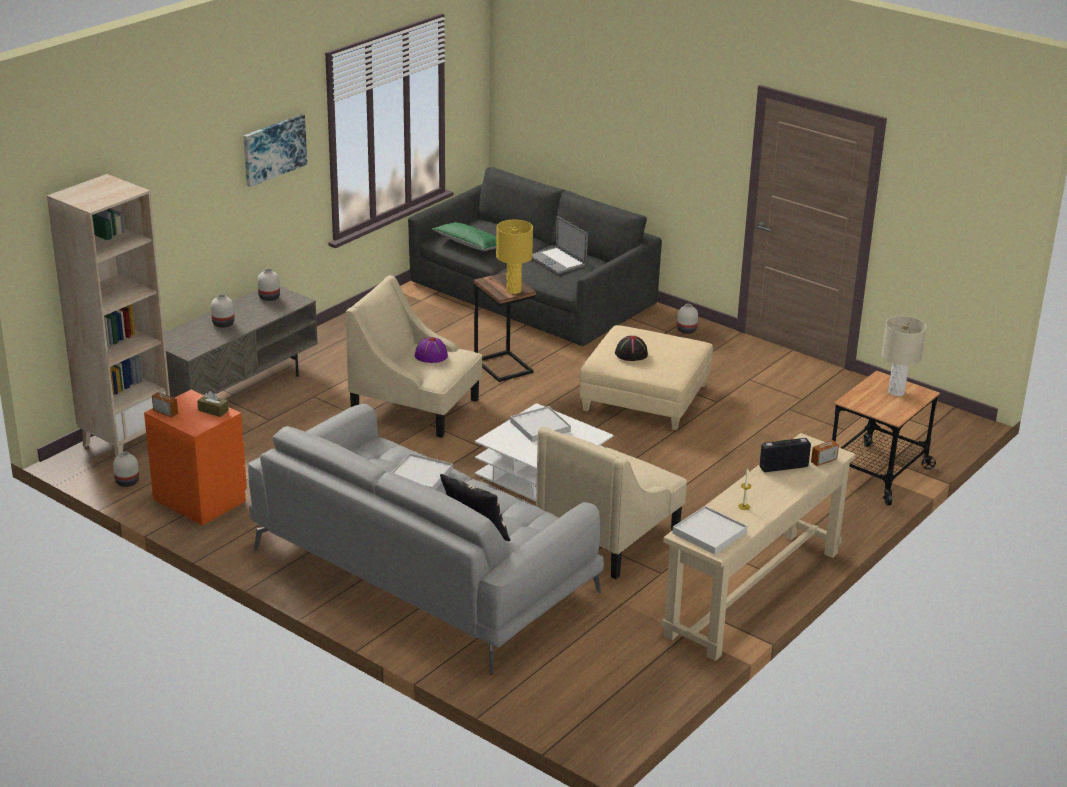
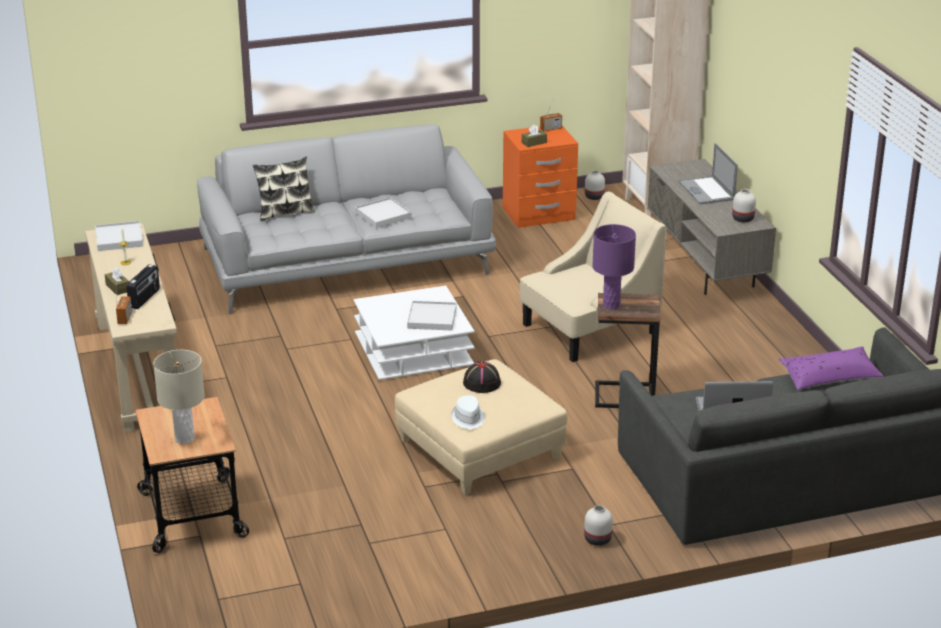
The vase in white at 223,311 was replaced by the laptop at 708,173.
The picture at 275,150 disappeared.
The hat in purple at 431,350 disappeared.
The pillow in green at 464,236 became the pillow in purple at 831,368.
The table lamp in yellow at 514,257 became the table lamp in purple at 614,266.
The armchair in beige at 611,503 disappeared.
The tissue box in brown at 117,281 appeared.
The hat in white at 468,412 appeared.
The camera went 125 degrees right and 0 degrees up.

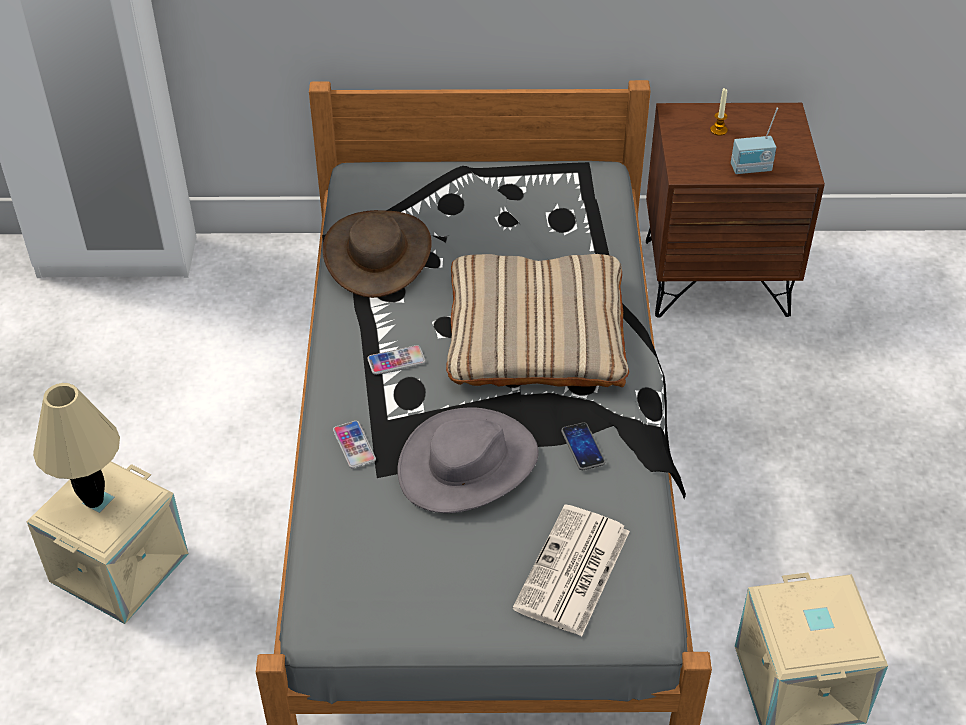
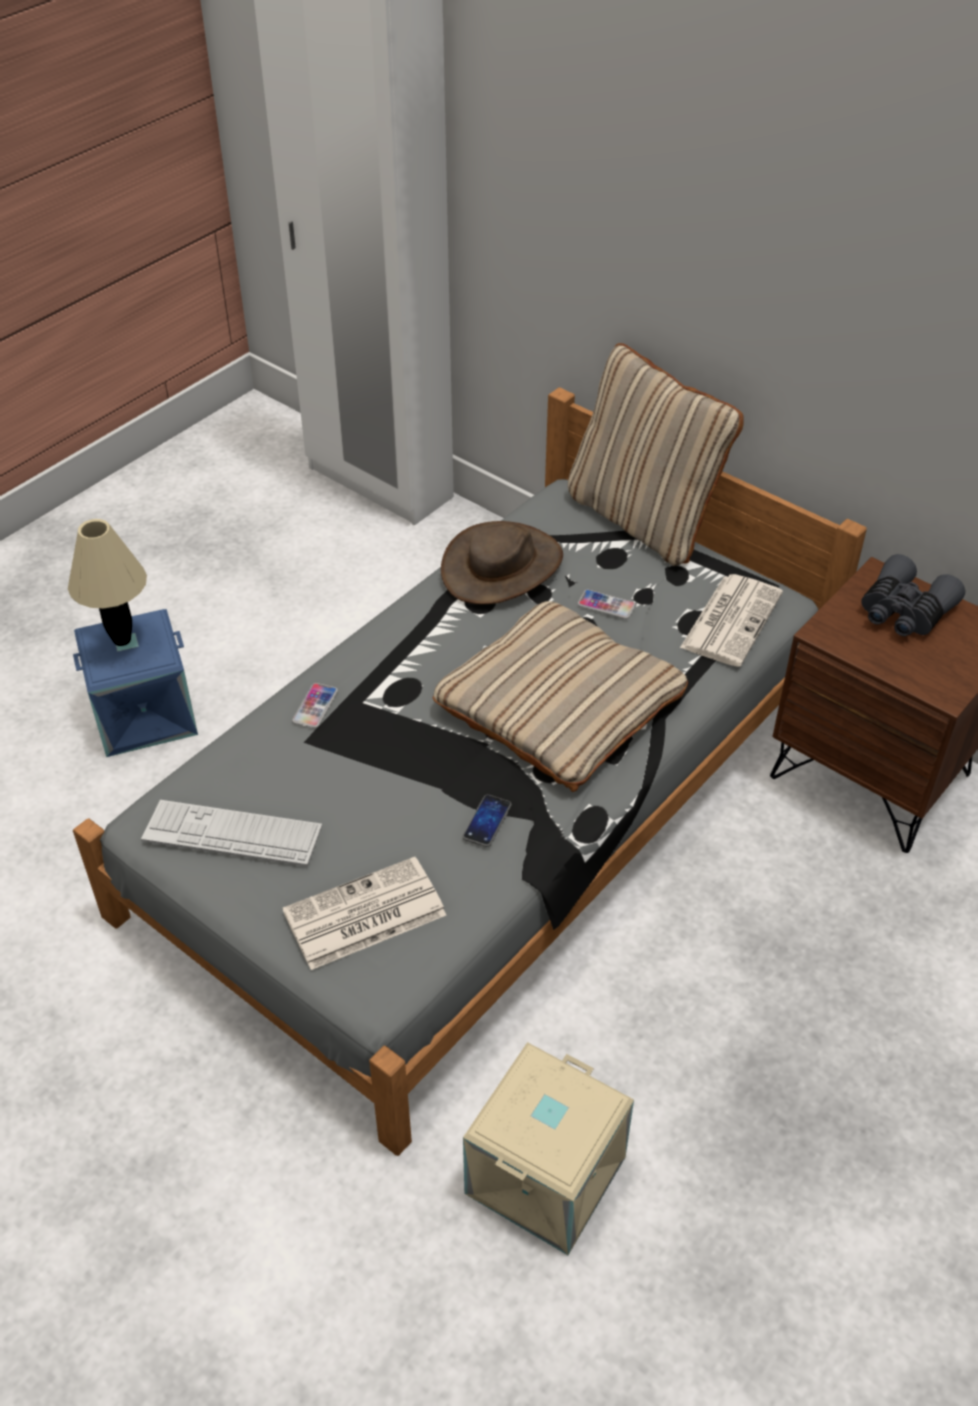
The storage box in beige at 108,543 became the storage box in blue at 135,683.
The phone moved from 396,360 to 606,604.
The hat in grey at 468,460 disappeared.
The candle at 719,112 was replaced by the binoculars in grey at 913,595.
The radio at 754,141 disappeared.
The keyboard at 231,833 appeared.
The pillow in beige at 656,454 appeared.
The newspaper at 731,620 appeared.
The camera went 40 degrees right and 0 degrees up.

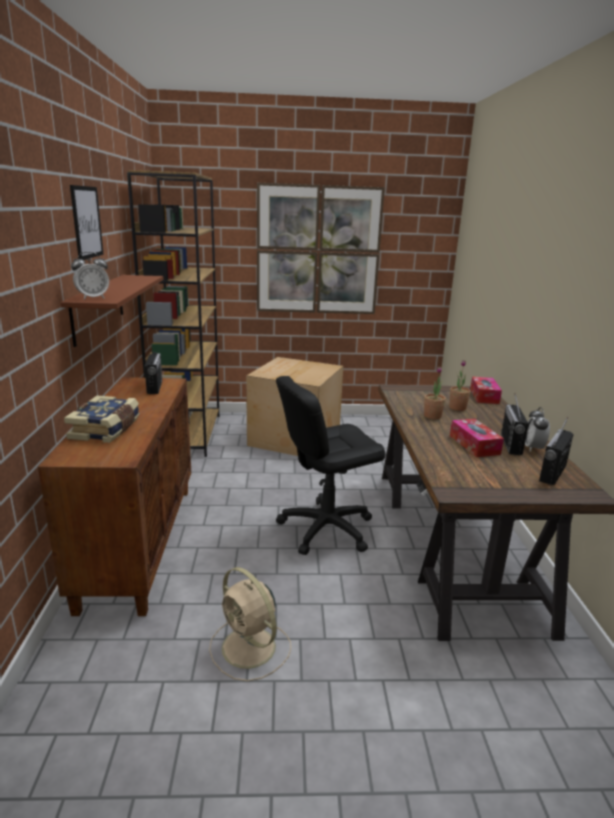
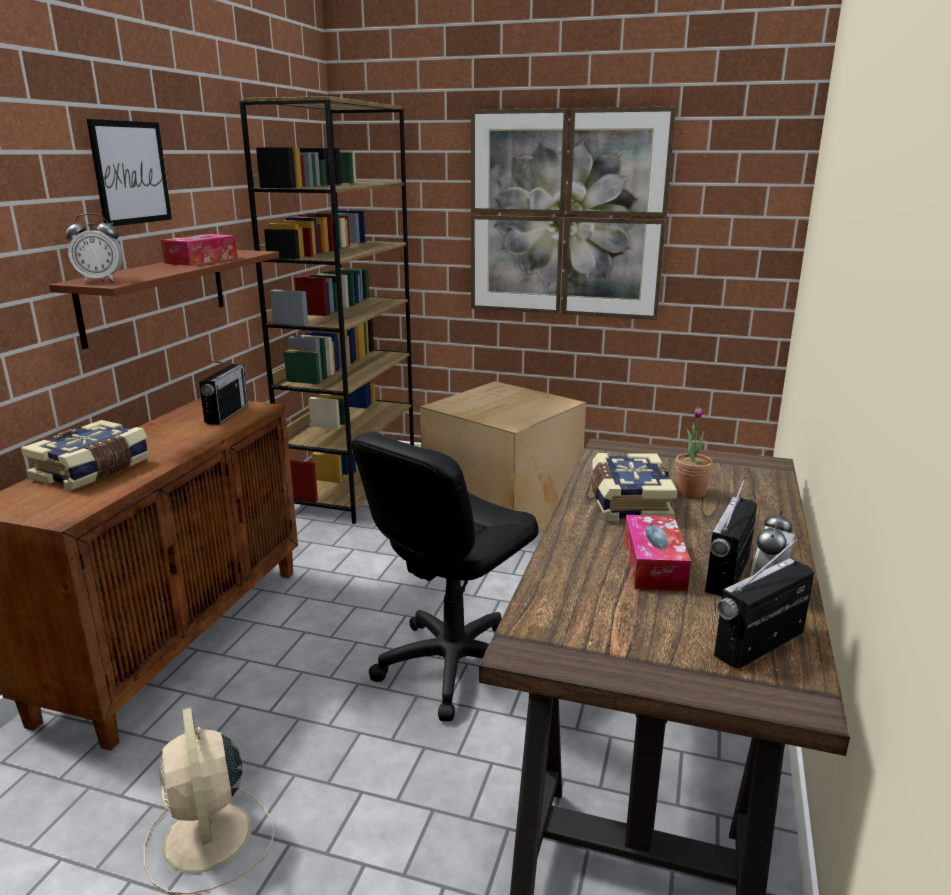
The office chair in black at 330,465 turned 45 degrees counterclockwise.
The potted plant at 435,393 was replaced by the book at 634,487.
The tissue box moved from 486,390 to 199,250.
The camera went 20 degrees right and 0 degrees up.

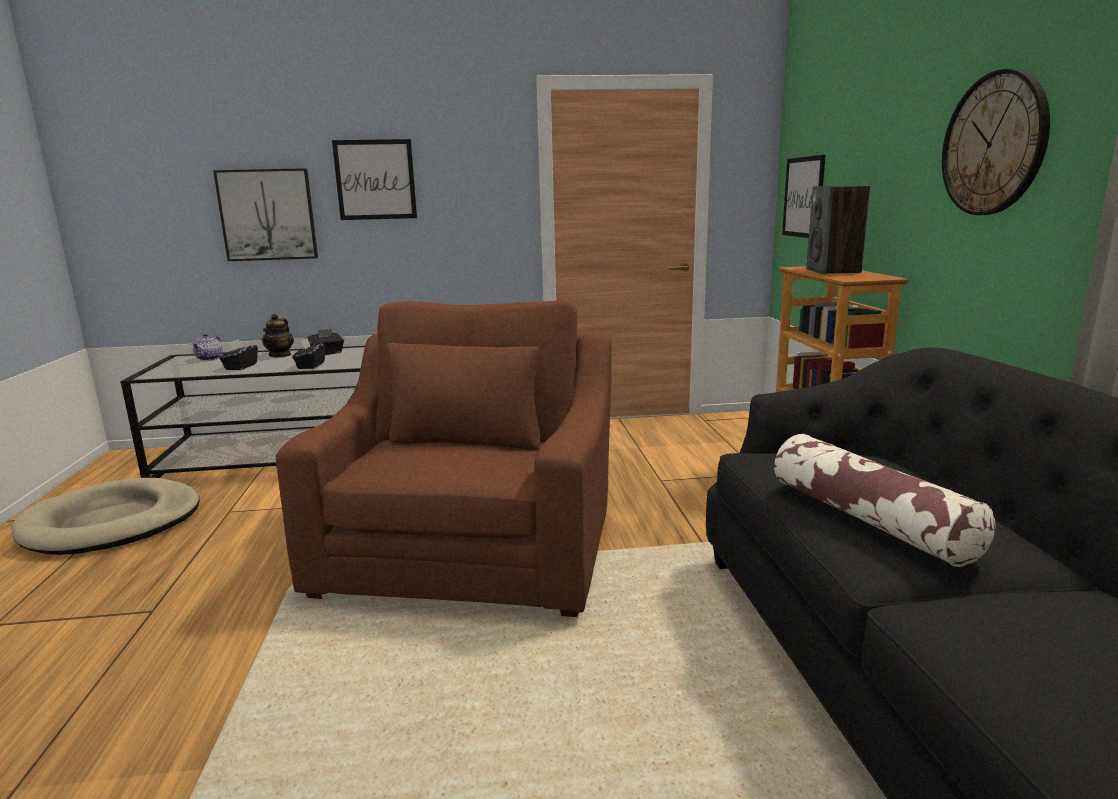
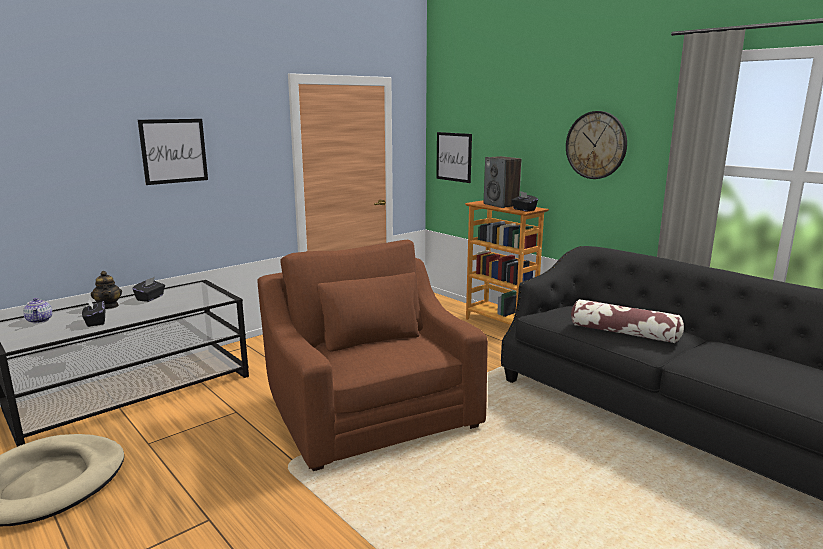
The picture at 265,214 disappeared.
The tissue box in black moved from 308,353 to 525,201.
The camera went 35 degrees left and 0 degrees up.

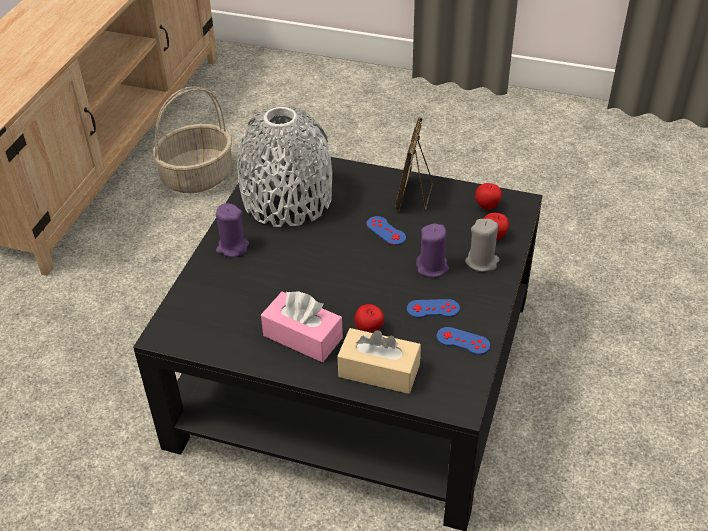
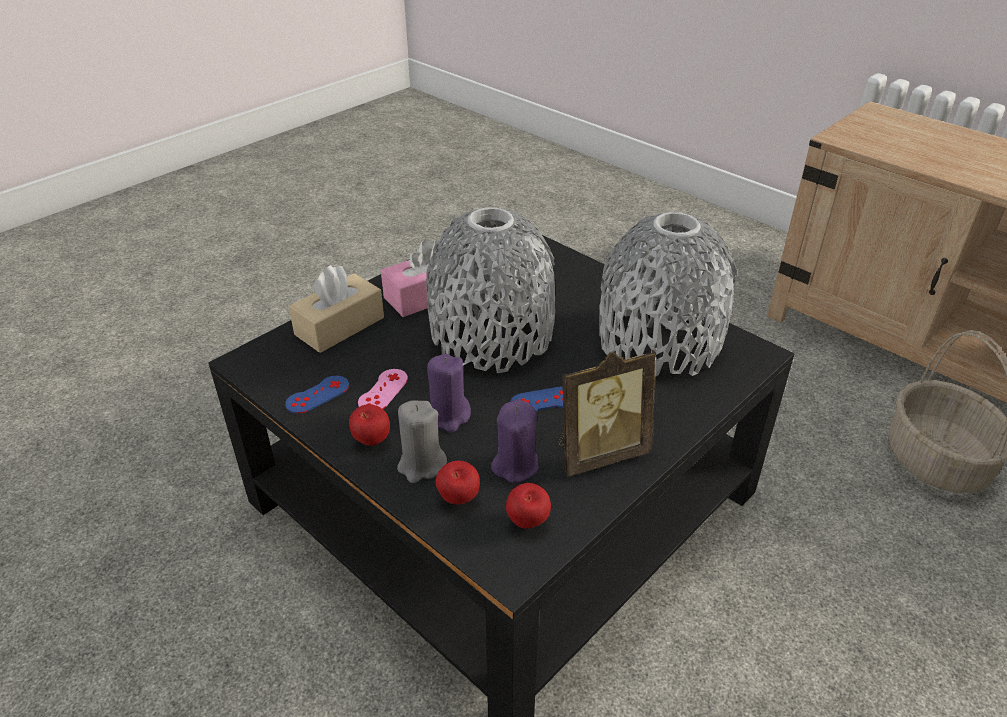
The candle in purple moved from 232,230 to 515,441.
The apple moved from 370,318 to 369,425.
The picture frame at 414,164 turned 120 degrees clockwise.
The game controller in blue at 433,308 became the game controller in pink at 383,389.
The vase in grey at 490,290 appeared.
The camera went 115 degrees right and 5 degrees down.

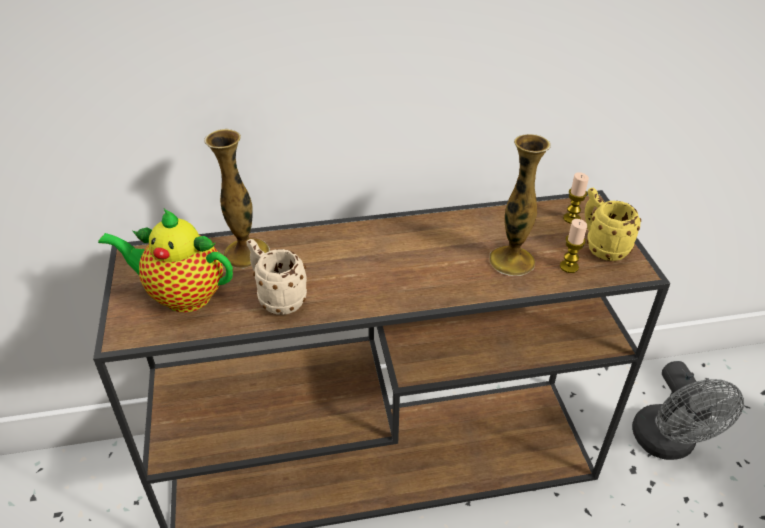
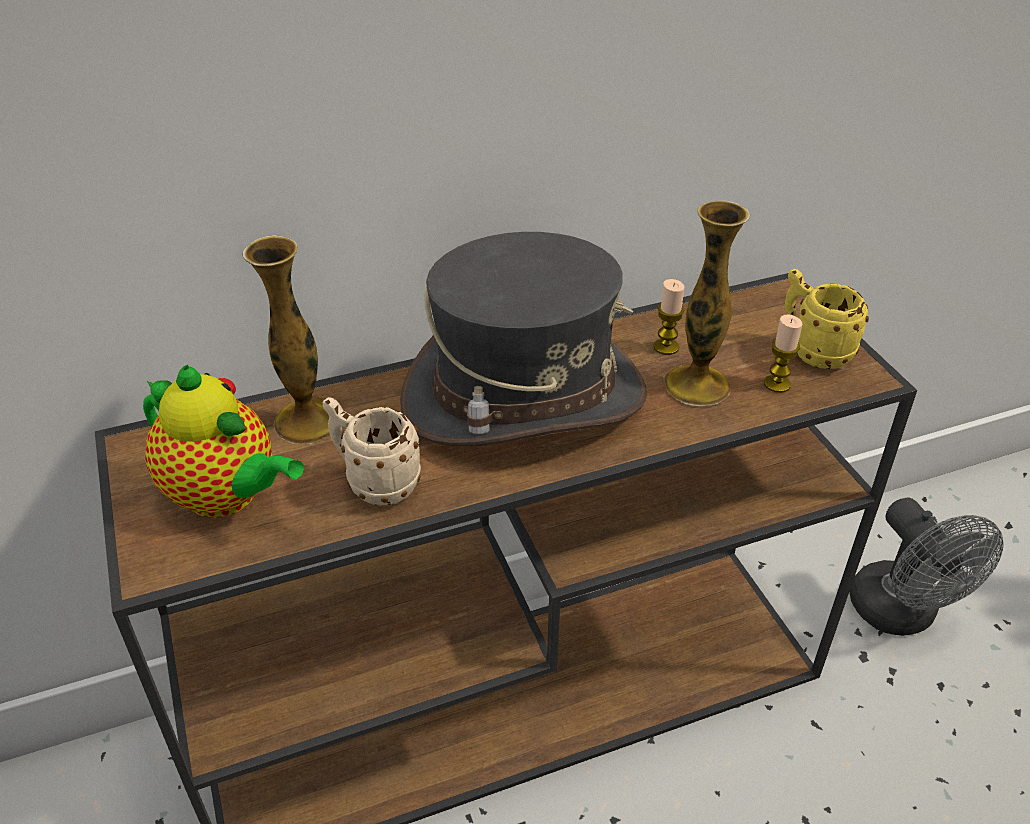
The teapot at 165,260 turned 150 degrees counterclockwise.
The candle moved from 576,198 to 669,317.
The hat in grey at 523,339 appeared.
The camera went 10 degrees left and 0 degrees up.

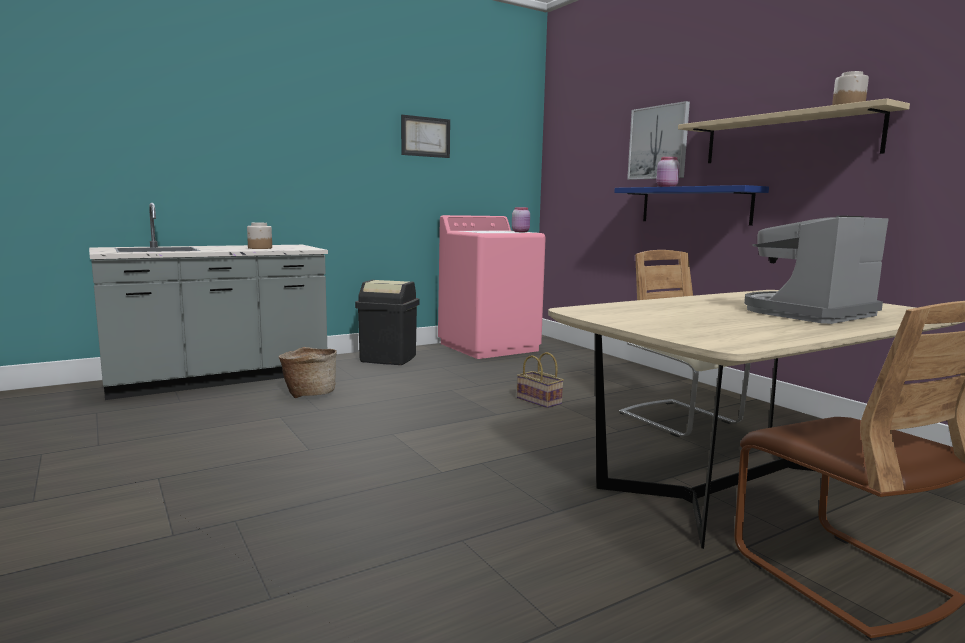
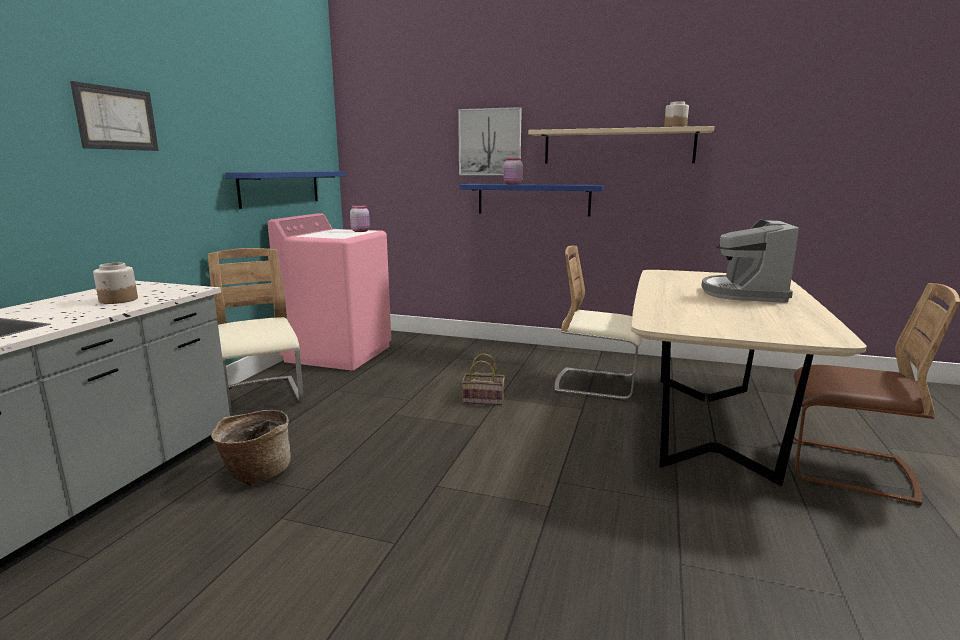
The trash can in black at 387,322 was replaced by the chair in beige at 256,330.
The picture moved from 425,136 to 114,116.
The shelf in blue at 285,190 appeared.
The camera went 40 degrees left and 5 degrees up.

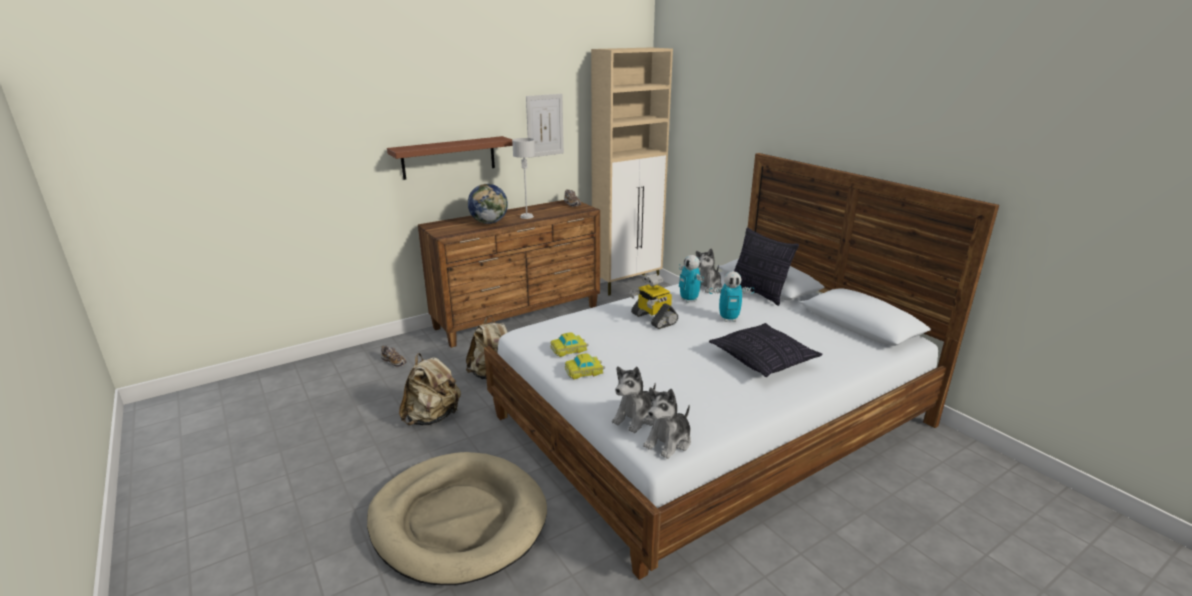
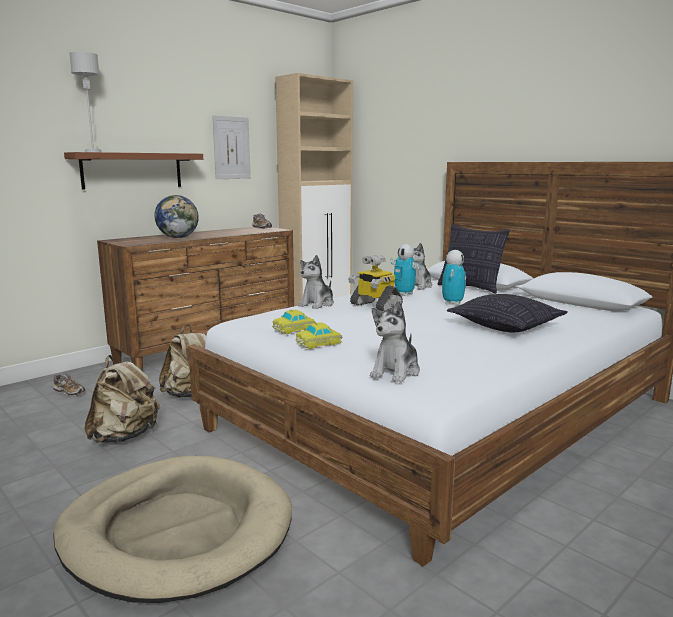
The table lamp in grey moved from 523,178 to 85,102.
The plush toy moved from 667,423 to 316,282.
The toy robot at 731,296 turned 60 degrees counterclockwise.
The camera went 10 degrees left and 10 degrees down.

